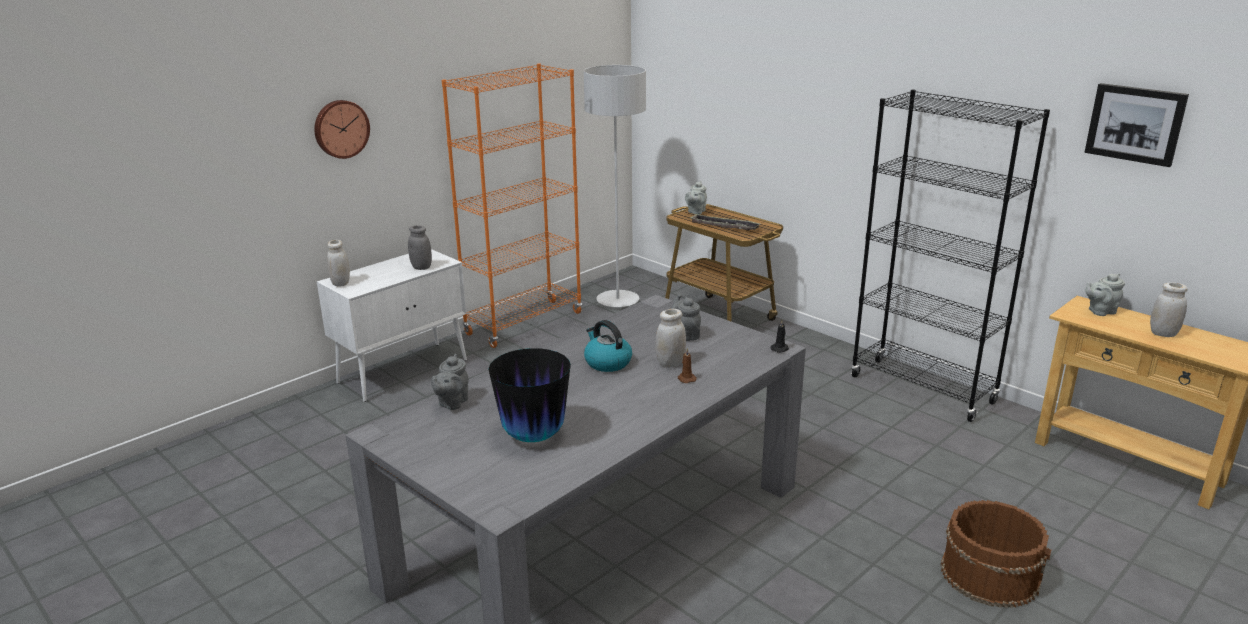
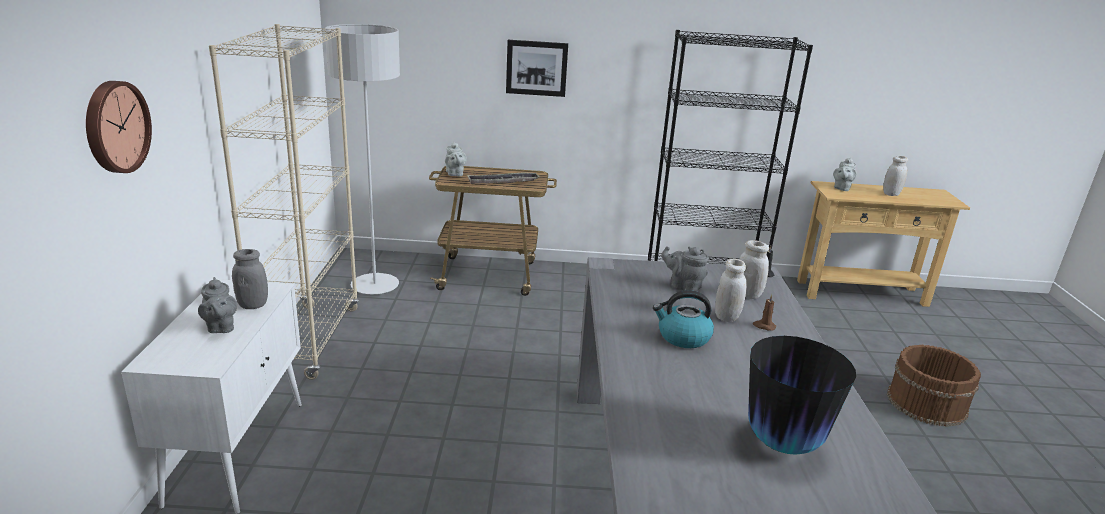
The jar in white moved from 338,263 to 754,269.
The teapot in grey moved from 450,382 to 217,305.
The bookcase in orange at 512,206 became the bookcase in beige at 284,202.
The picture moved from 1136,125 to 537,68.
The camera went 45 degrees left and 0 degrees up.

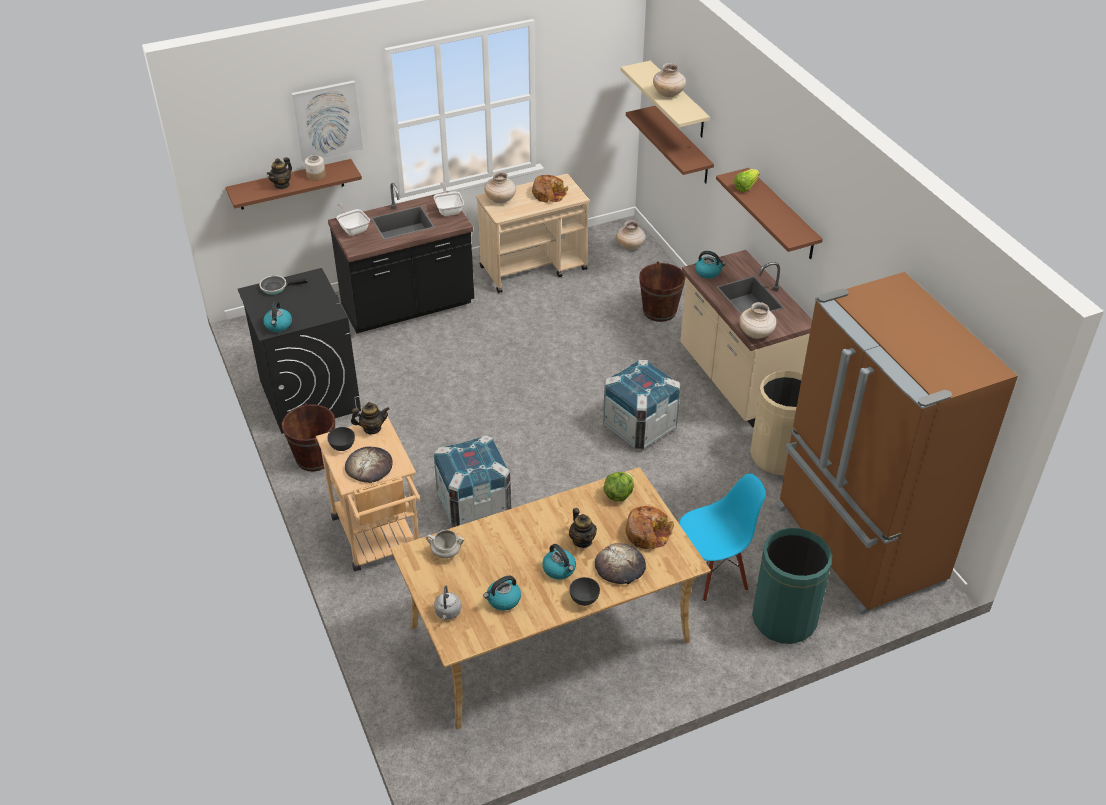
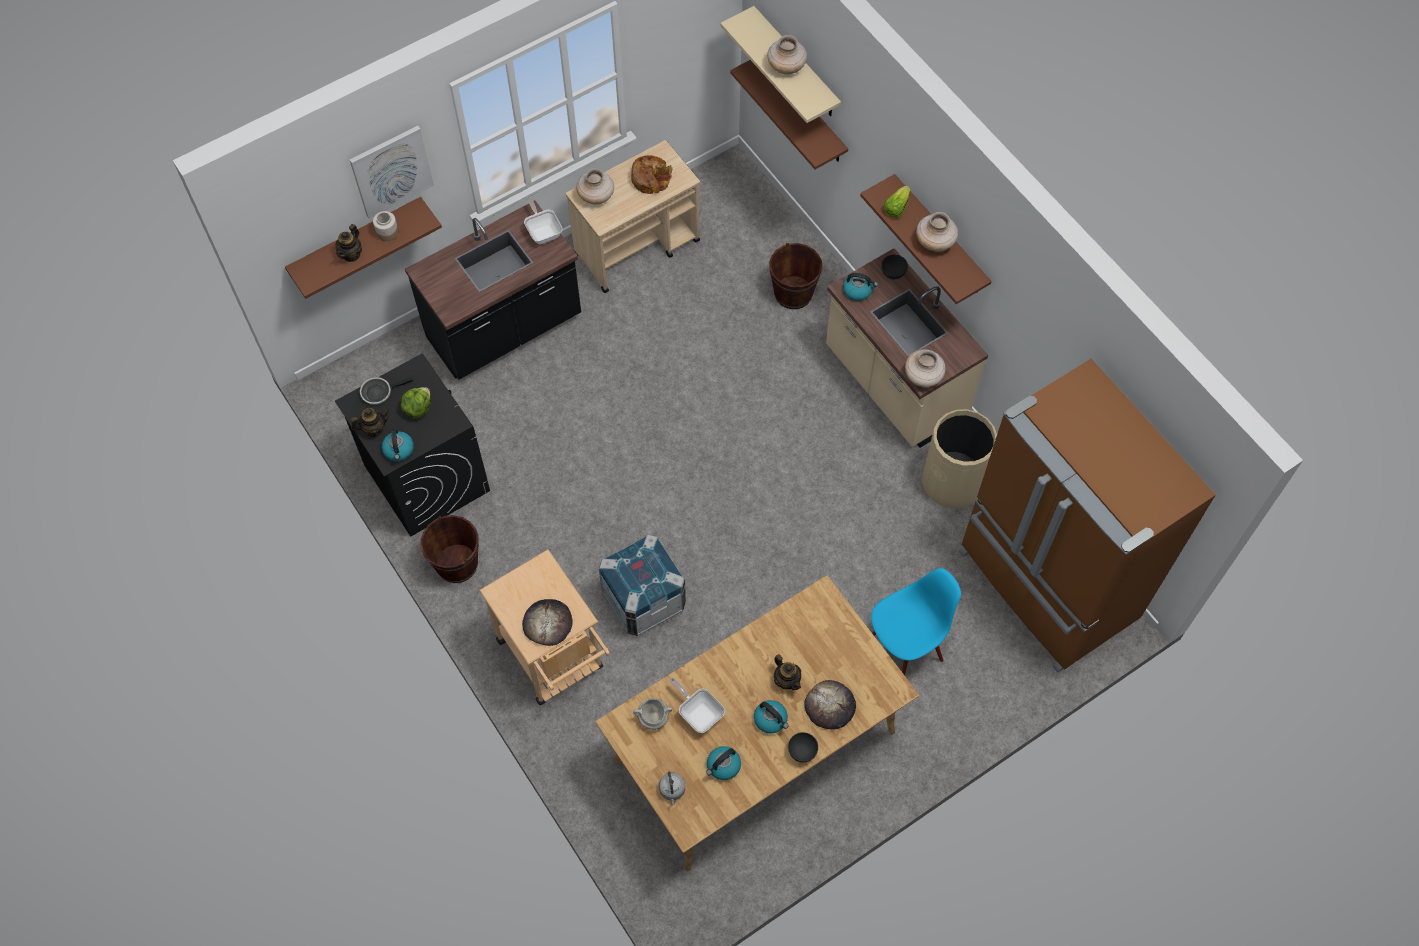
The bowl in grey moved from 341,439 to 894,267.
The frying pan moved from 353,219 to 697,705.
The teapot moved from 370,418 to 370,422.
The crate at 641,404 disappeared.
The lettuce moved from 618,486 to 416,403.
The vase in beige moved from 631,235 to 937,232.
The bread at 649,527 disappeared.
The trash can in green at 792,586 disappeared.
The camera went 10 degrees left and 20 degrees up.

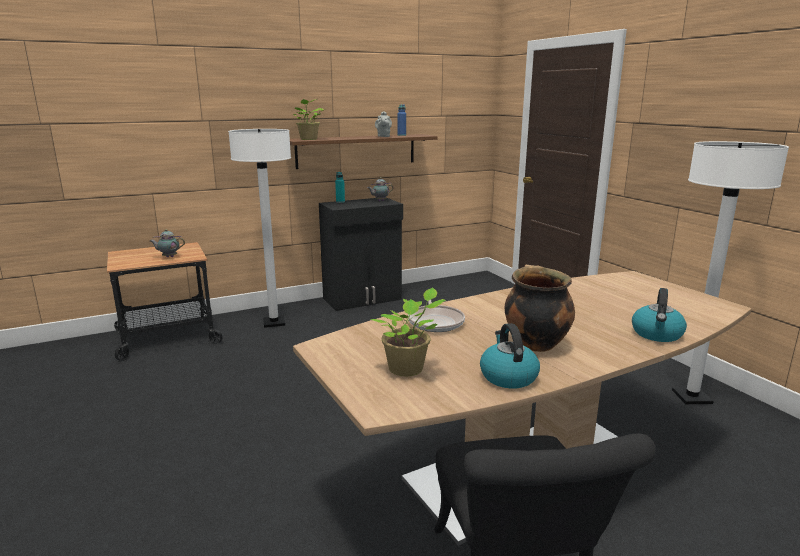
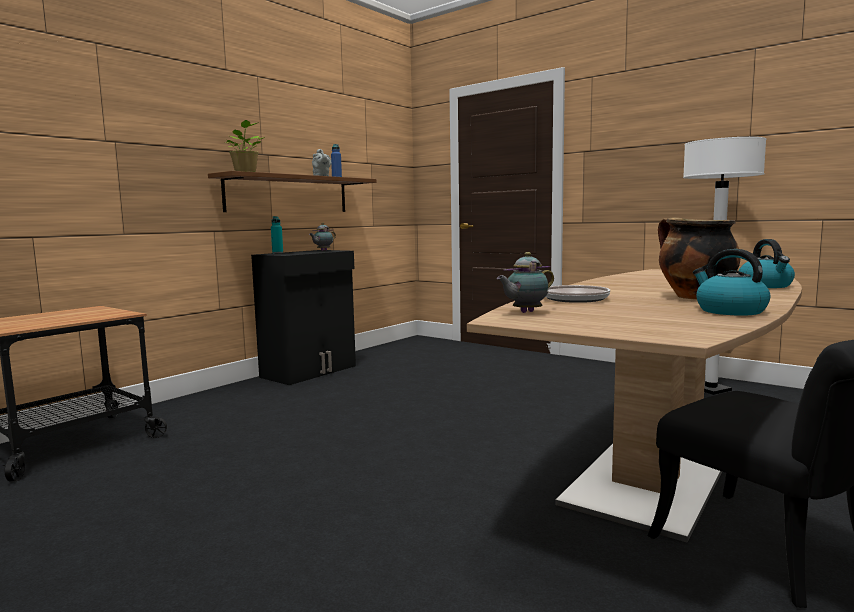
The teapot moved from 167,243 to 525,282.
The floor lamp in white at 259,228 disappeared.
The potted plant at 407,332 disappeared.
The camera went 25 degrees left and 10 degrees down.

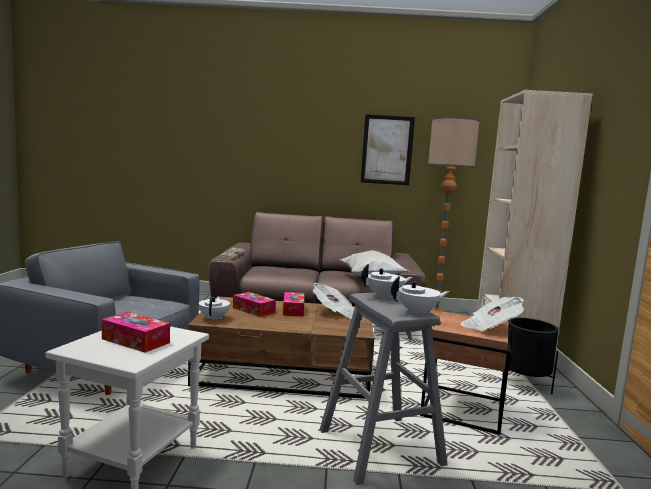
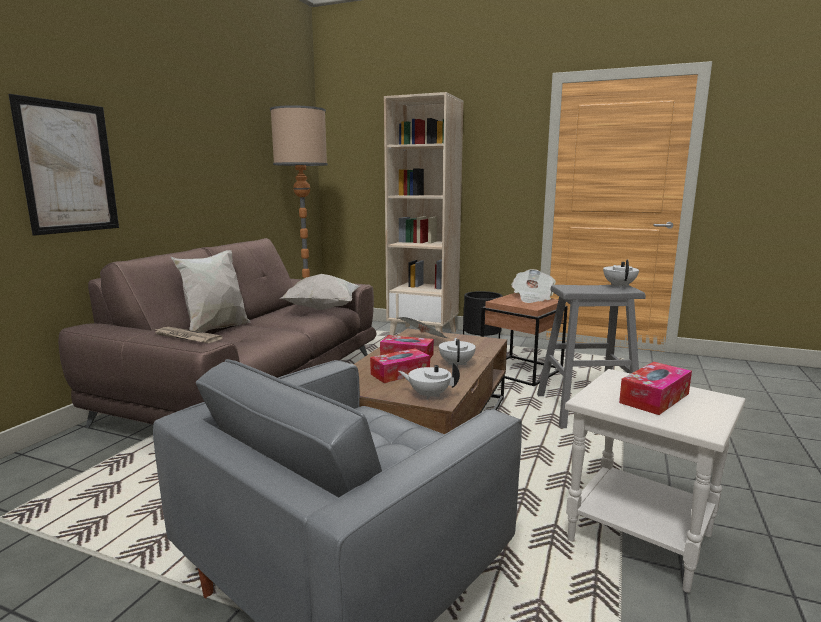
The picture moved from 388,149 to 63,164.
The teapot in white moved from 387,281 to 457,352.
The pillow in white at 210,291 appeared.
The camera went 70 degrees left and 5 degrees up.

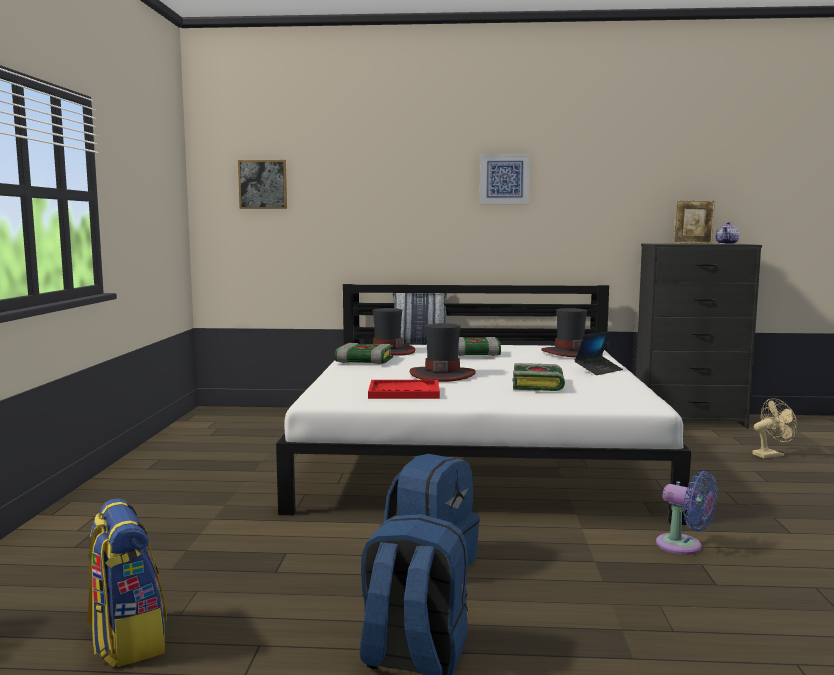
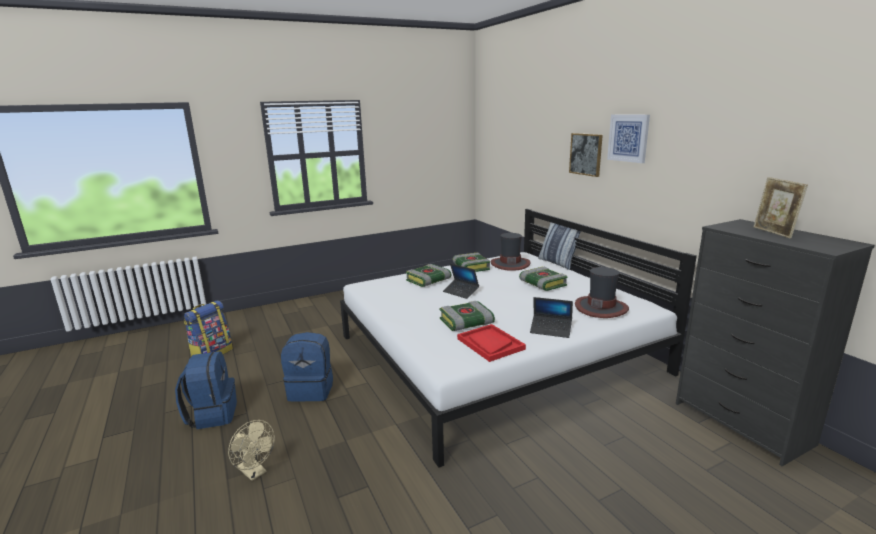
The picture moved from 262,184 to 586,155.
The tray in red moved from 404,389 to 491,343.
The hat at 443,352 was replaced by the laptop at 461,281.
The fan in blue at 687,513 disappeared.
The teapot at 728,233 disappeared.
The fan in beige moved from 774,428 to 251,450.
The book at 428,275 appeared.
The camera went 60 degrees right and 10 degrees up.

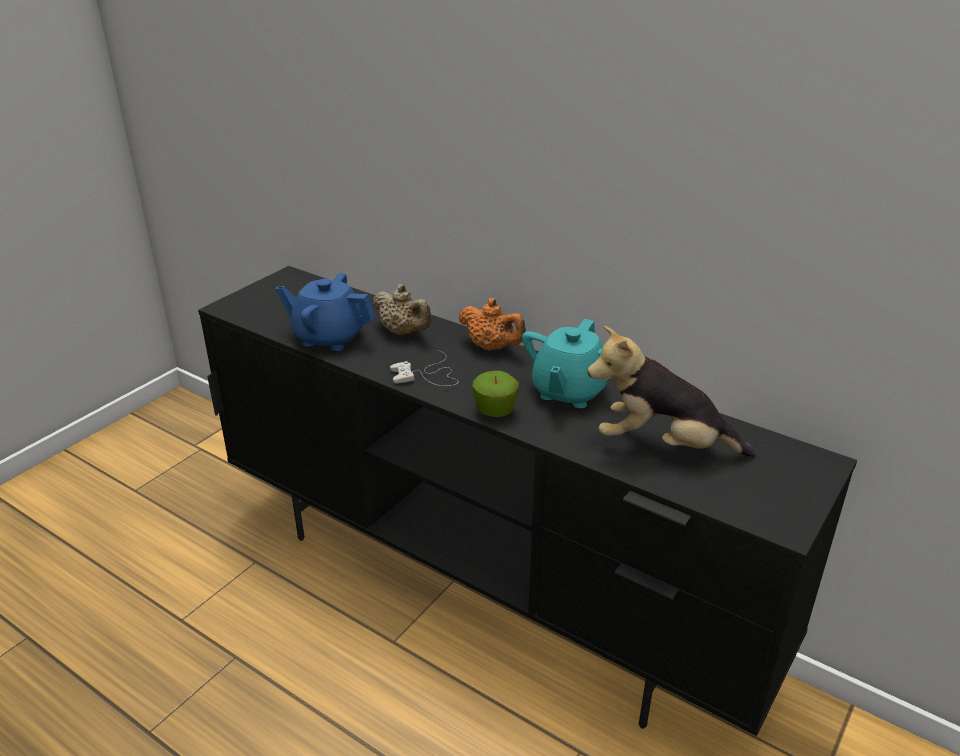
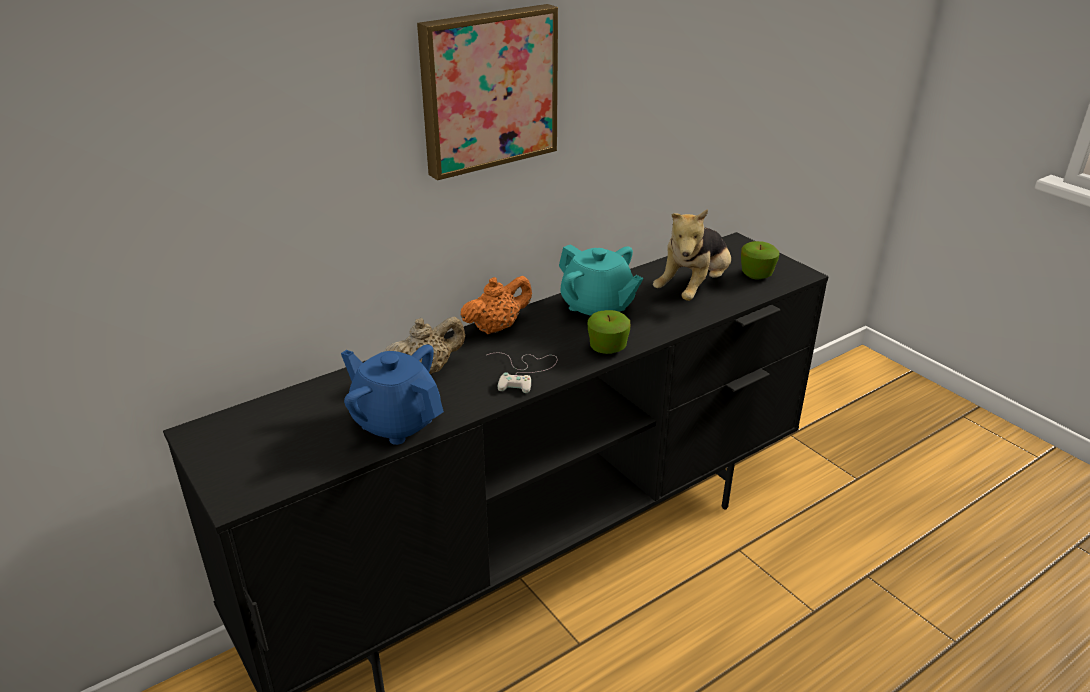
The teapot in blue at 325,312 turned 90 degrees clockwise.
The picture at 487,92 appeared.
The apple at 760,260 appeared.
The camera went 70 degrees left and 0 degrees up.

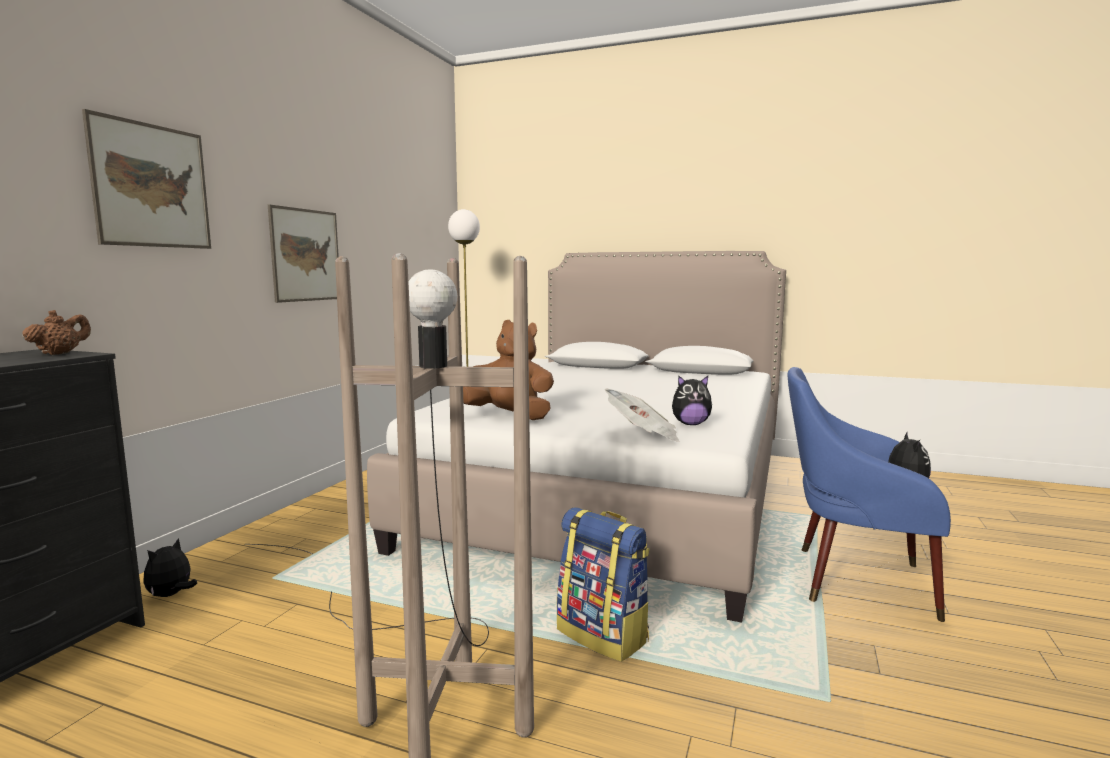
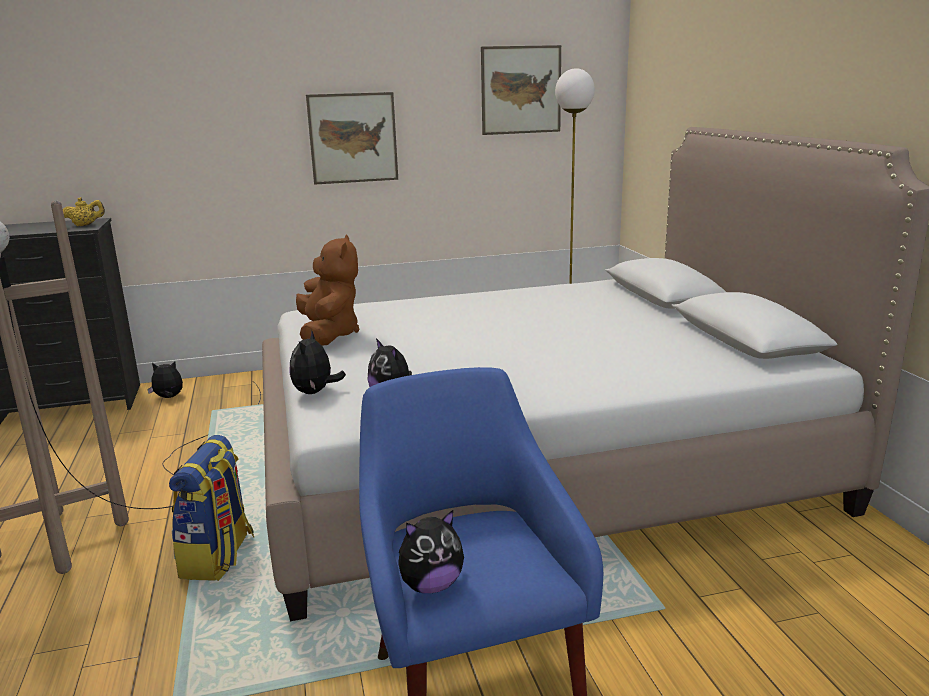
The teapot in brown at 56,332 became the teapot in yellow at 84,211.
The picture moved from 146,179 to 521,90.
The newspaper at 641,415 was replaced by the plush toy at 317,362.
The camera went 55 degrees right and 10 degrees up.

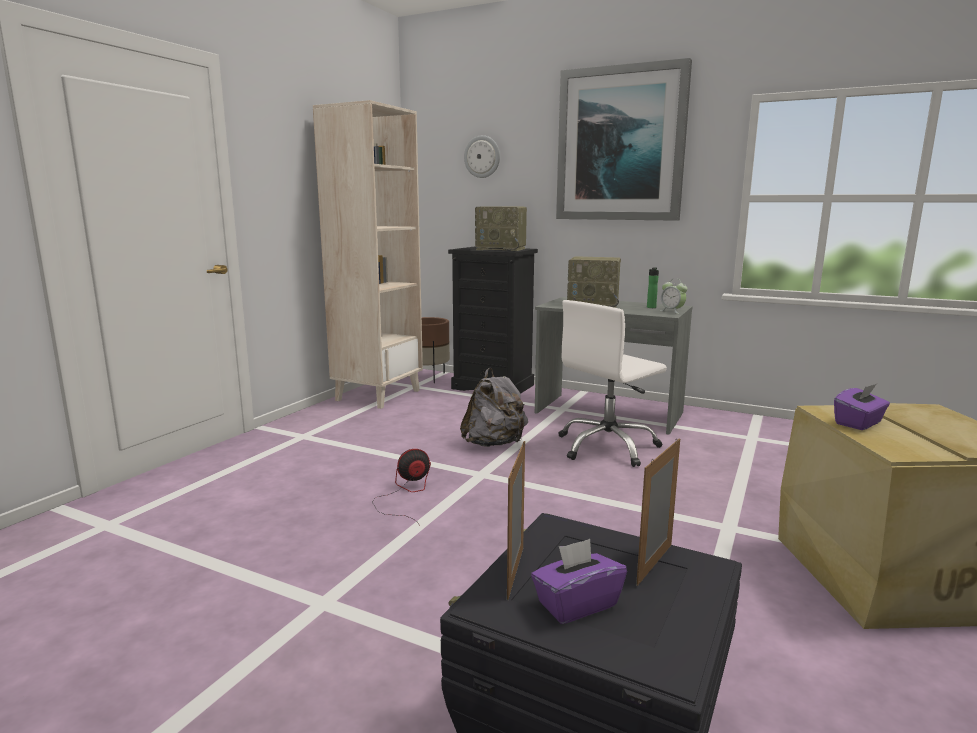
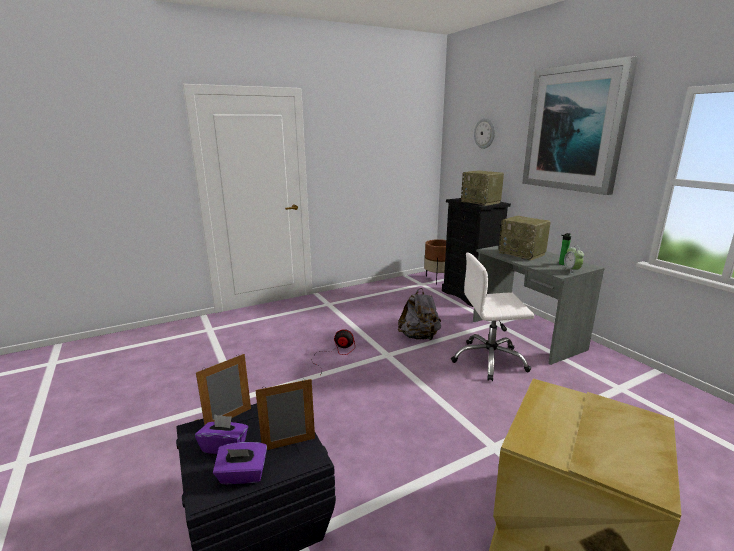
The bookcase in beige at 368,254 disappeared.
The tissue box in purple moved from 862,407 to 240,463.
The camera went 35 degrees right and 5 degrees up.

